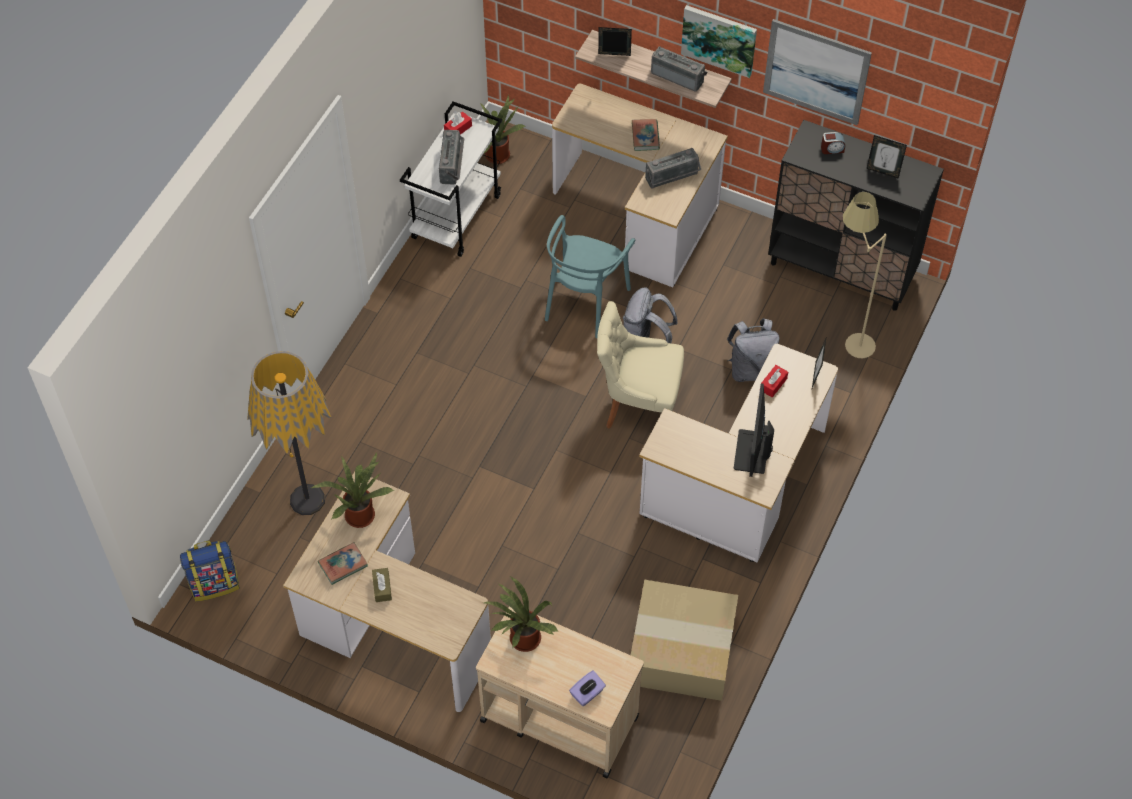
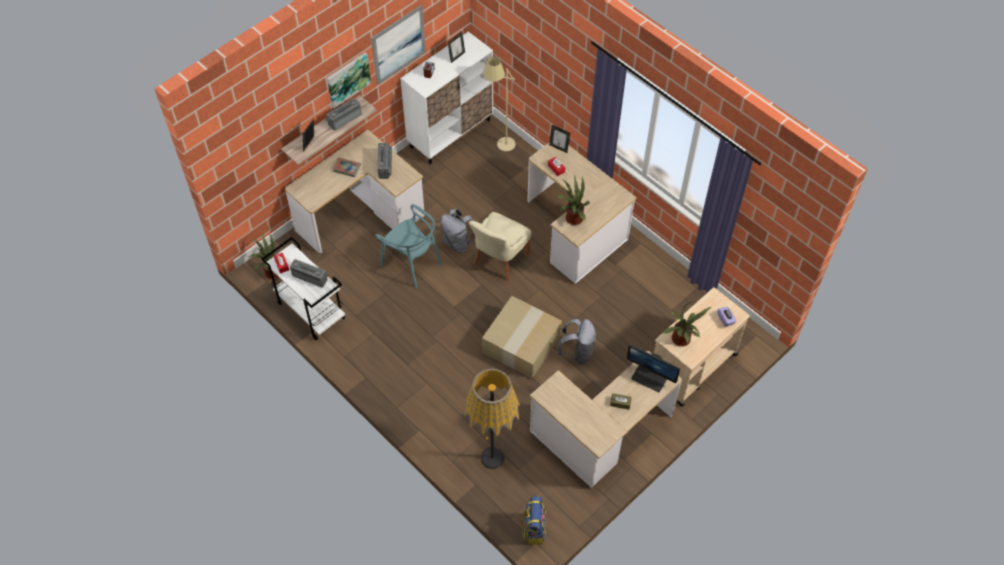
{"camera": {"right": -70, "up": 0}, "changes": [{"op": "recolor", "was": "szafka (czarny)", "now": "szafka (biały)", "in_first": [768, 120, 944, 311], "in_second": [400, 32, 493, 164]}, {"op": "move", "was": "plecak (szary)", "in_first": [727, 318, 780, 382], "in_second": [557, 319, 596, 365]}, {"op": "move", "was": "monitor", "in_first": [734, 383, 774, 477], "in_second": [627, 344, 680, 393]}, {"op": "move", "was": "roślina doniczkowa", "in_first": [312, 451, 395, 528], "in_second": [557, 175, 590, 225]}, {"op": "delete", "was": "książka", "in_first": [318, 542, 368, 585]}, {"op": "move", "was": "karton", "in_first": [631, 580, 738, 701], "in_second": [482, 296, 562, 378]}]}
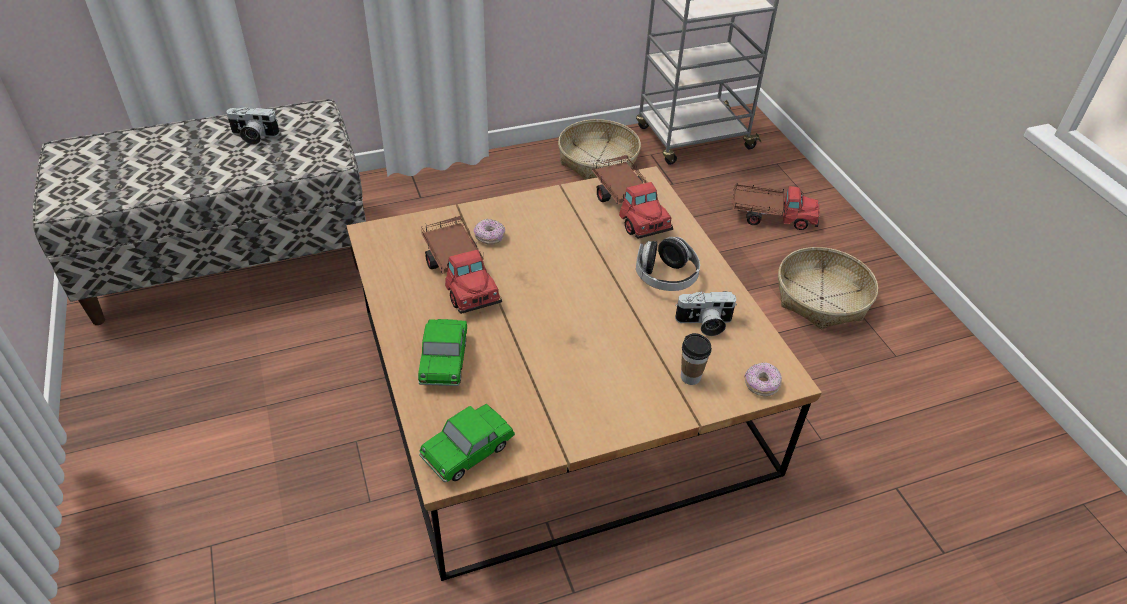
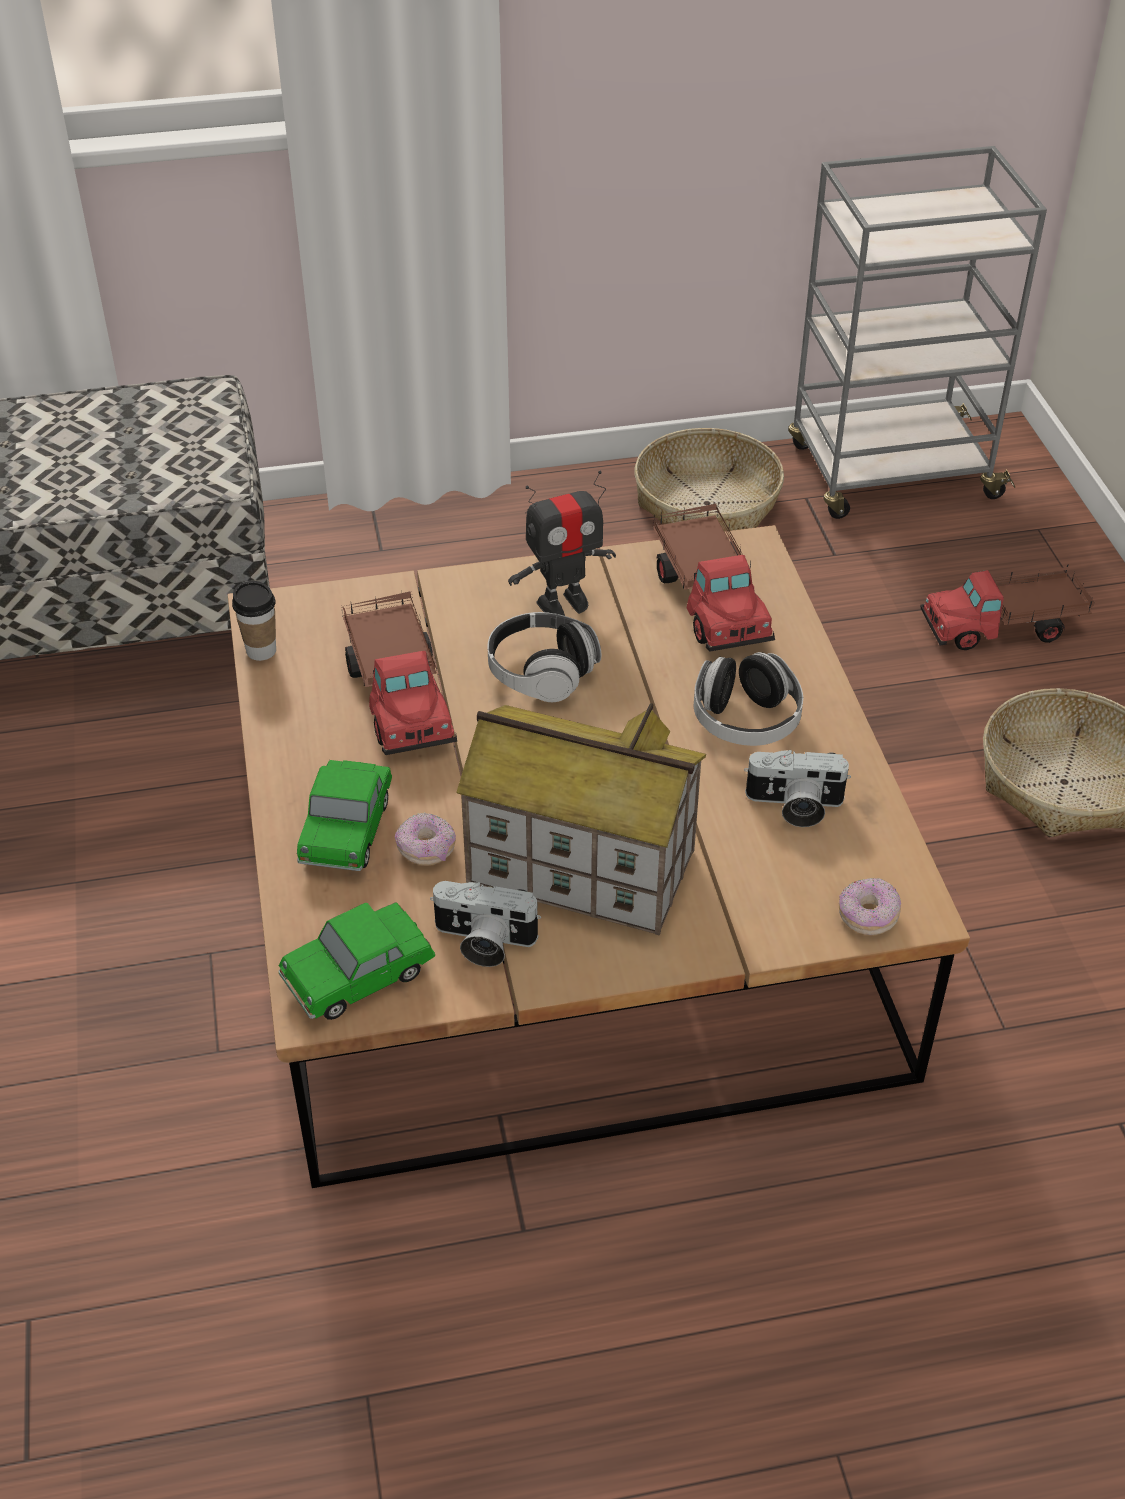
{"camera": {"right": 10, "up": 0}, "changes": [{"op": "move", "was": "aparat fotograficzny", "in_first": [226, 107, 280, 145], "in_second": [430, 881, 541, 967]}, {"op": "rotate", "was": "ciężarówka zabawkowa", "in_first": [732, 183, 820, 230], "in_second": [920, 565, 1095, 650], "clockwise": 150}, {"op": "move", "was": "donut", "in_first": [474, 219, 505, 245], "in_second": [395, 812, 456, 866]}, {"op": "move", "was": "filiżanka", "in_first": [681, 333, 712, 385], "in_second": [232, 581, 276, 661]}, {"op": "insert", "now": "robot zabawkowy", "in_second": [508, 470, 616, 616]}, {"op": "insert", "now": "słuchawki", "in_second": [487, 612, 602, 702]}, {"op": "insert", "now": "domek", "in_second": [456, 703, 706, 936]}]}
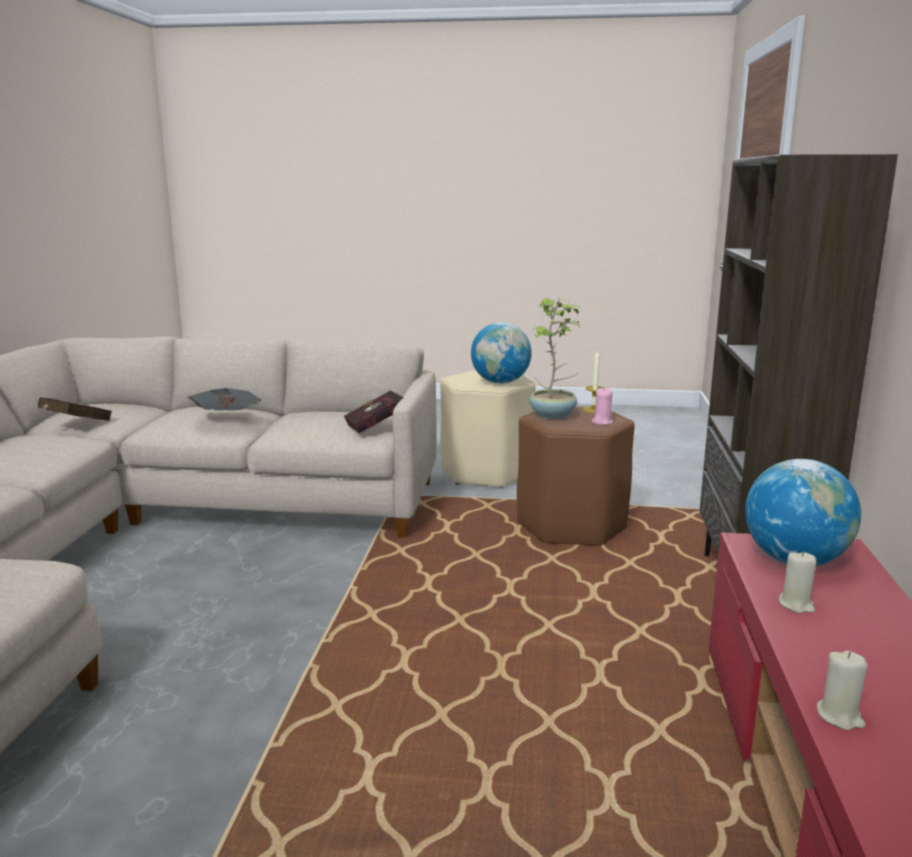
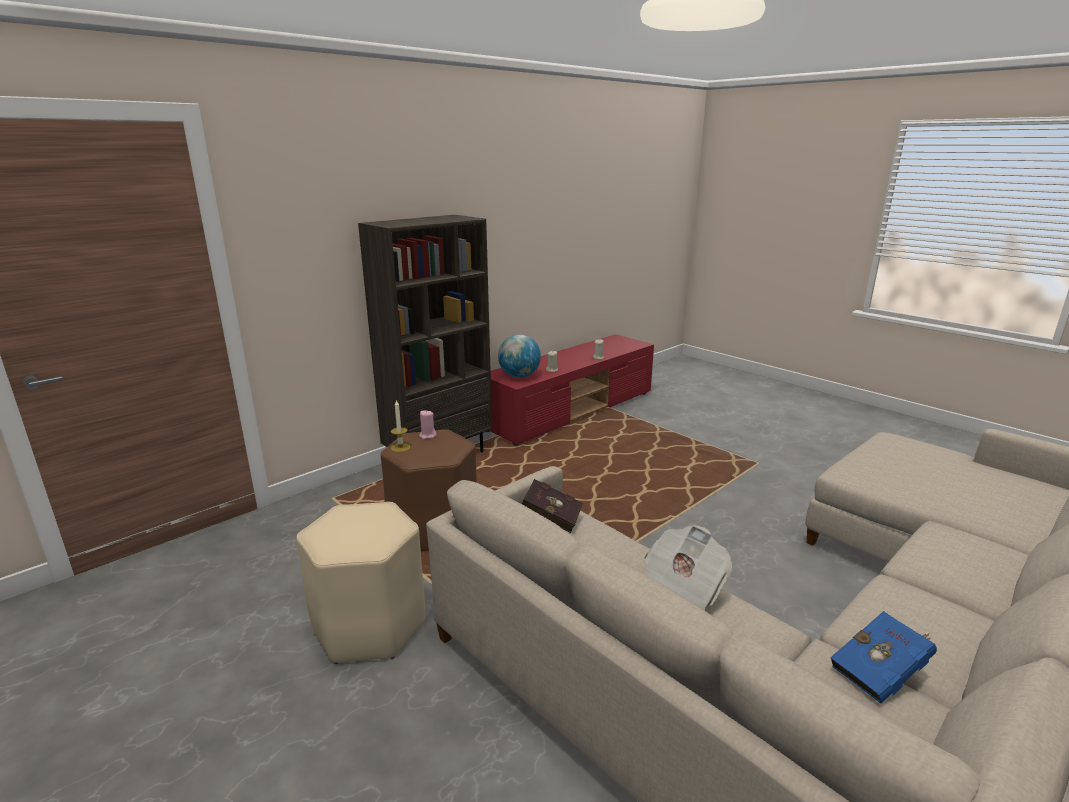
{"camera": {"right": -140, "up": 5}, "changes": [{"op": "delete", "was": "roślina doniczkowa", "in_first": [530, 298, 582, 419]}, {"op": "delete", "was": "globus", "in_first": [471, 322, 532, 384]}, {"op": "recolor", "was": "książka (czerwony)", "now": "książka (niebieski)", "in_first": [38, 397, 112, 421], "in_second": [830, 611, 937, 703]}]}
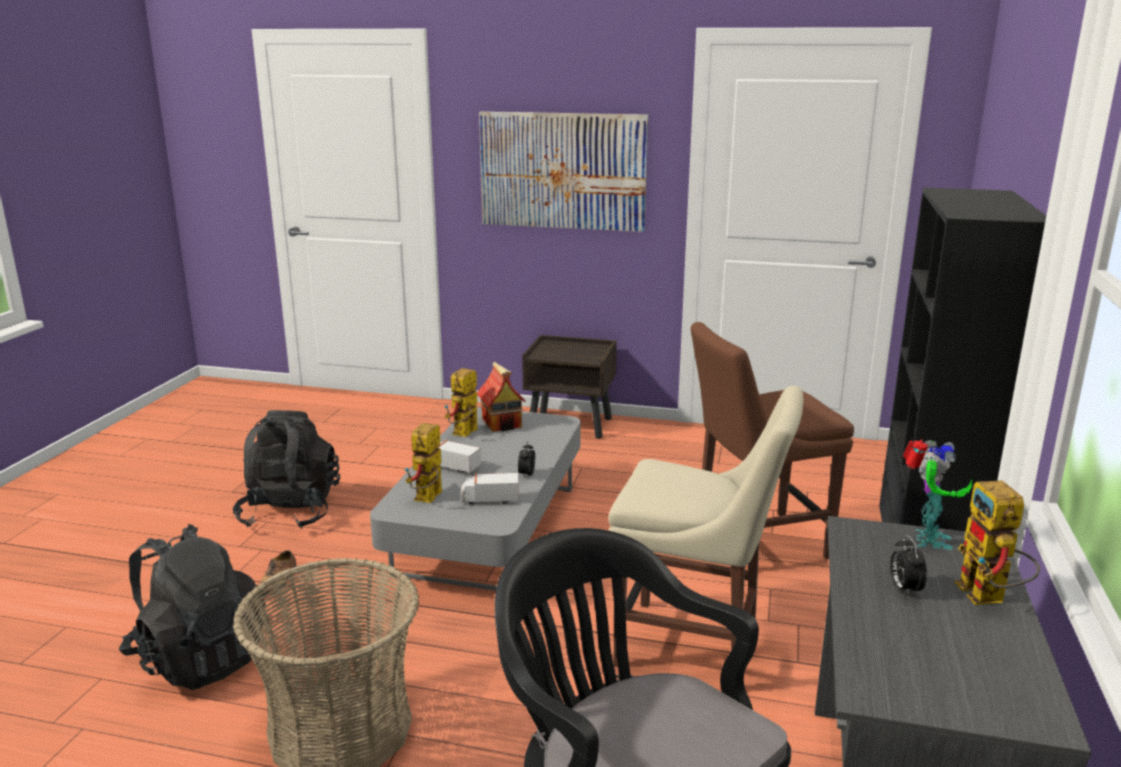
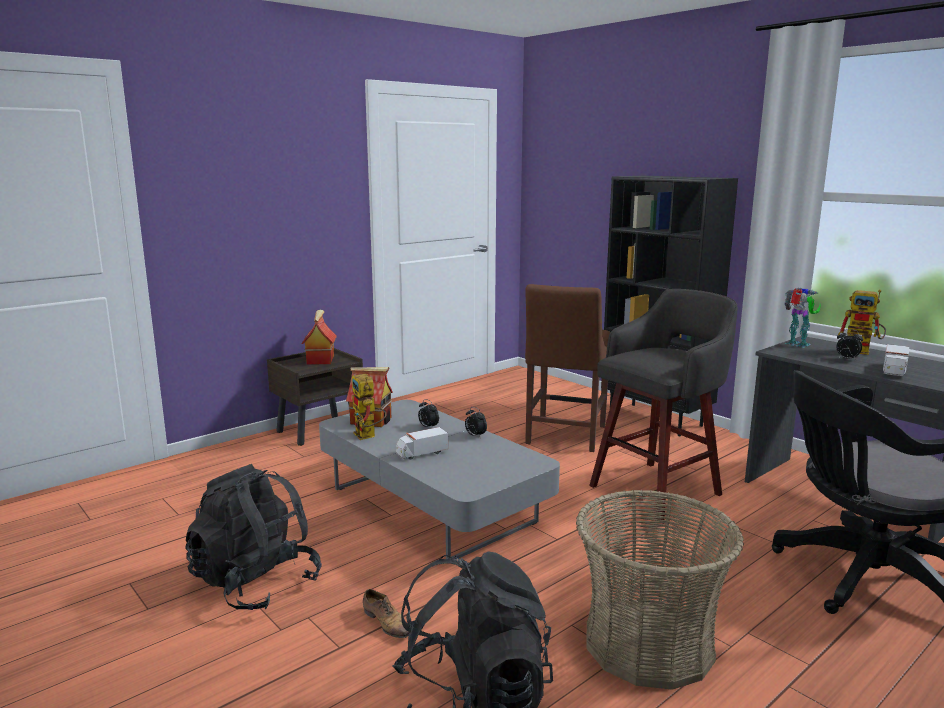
{"camera": {"right": -55, "up": -5}, "changes": [{"op": "delete", "was": "obraz", "in_first": [479, 111, 648, 232]}, {"op": "replace", "was": "krzesło (beżowy)", "now": "stołek (szary)", "in_first": [609, 386, 804, 667], "in_second": [589, 289, 738, 520]}, {"op": "delete", "was": "robot zabawkowy", "in_first": [405, 423, 442, 503]}, {"op": "move", "was": "ciężarówka zabawkowa", "in_first": [461, 473, 519, 505], "in_second": [883, 344, 909, 376]}, {"op": "insert", "now": "domek", "in_second": [301, 309, 337, 365]}, {"op": "insert", "now": "budzik", "in_second": [418, 399, 439, 428]}]}
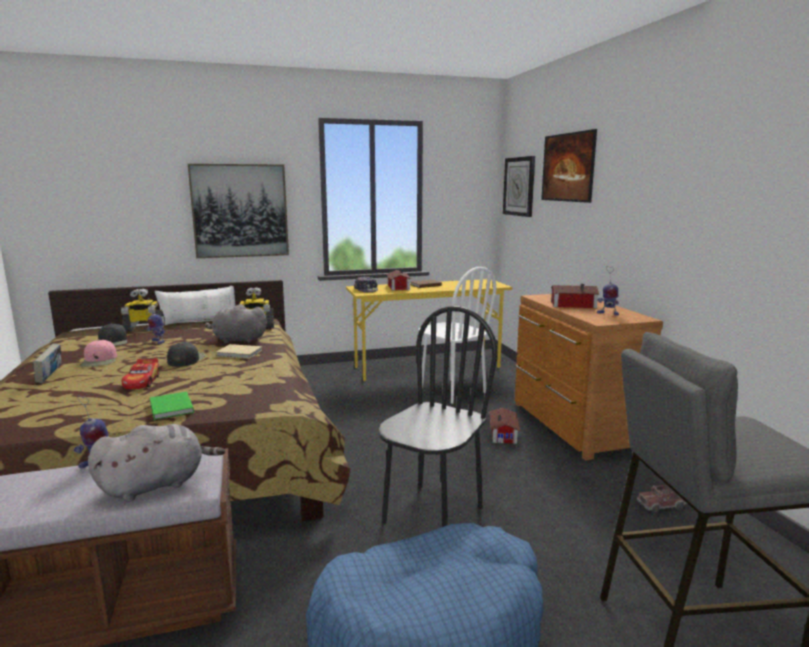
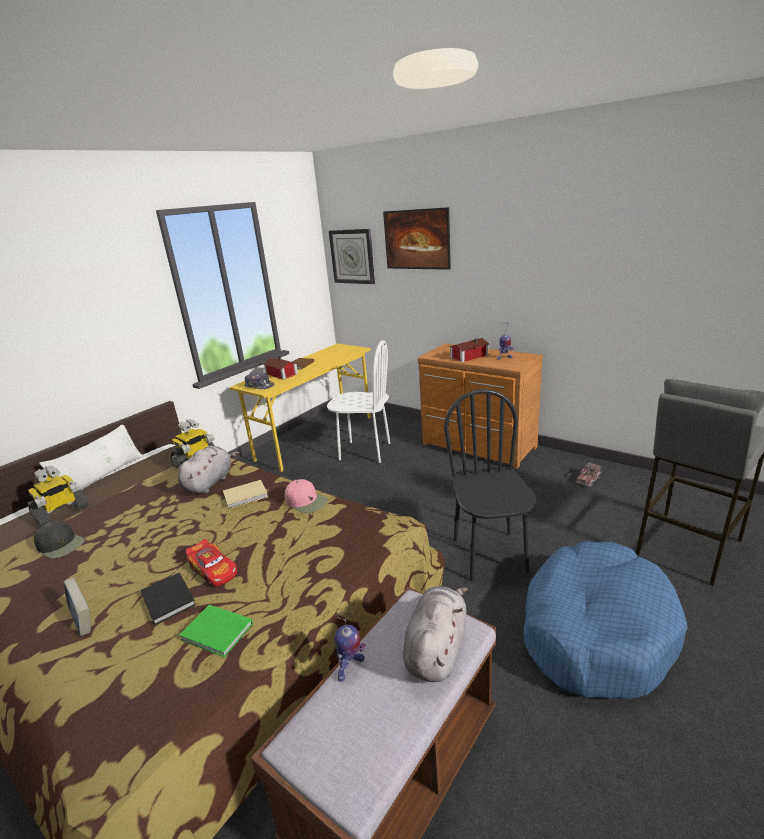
{"camera": {"right": -35, "up": 10}, "changes": [{"op": "delete", "was": "obraz", "in_first": [188, 164, 289, 258]}, {"op": "delete", "was": "robot zabawkowy", "in_first": [147, 299, 165, 344]}, {"op": "rotate", "was": "pluszak (szary)", "in_first": [205, 304, 267, 343], "in_second": [178, 446, 240, 493], "clockwise": 150}, {"op": "move", "was": "czapka z daszkiem (różowy)", "in_first": [80, 340, 117, 367], "in_second": [285, 479, 328, 513]}, {"op": "delete", "was": "czapka z daszkiem (czarny)", "in_first": [167, 342, 206, 367]}, {"op": "move", "was": "książka (zielony)", "in_first": [150, 392, 194, 420], "in_second": [179, 605, 253, 658]}, {"op": "delete", "was": "domek", "in_first": [489, 408, 520, 444]}, {"op": "insert", "now": "książka (czarny)", "in_second": [141, 573, 196, 625]}]}
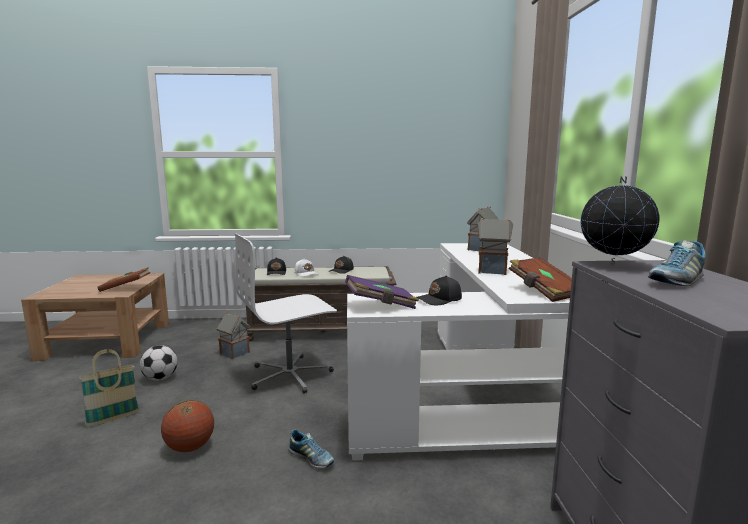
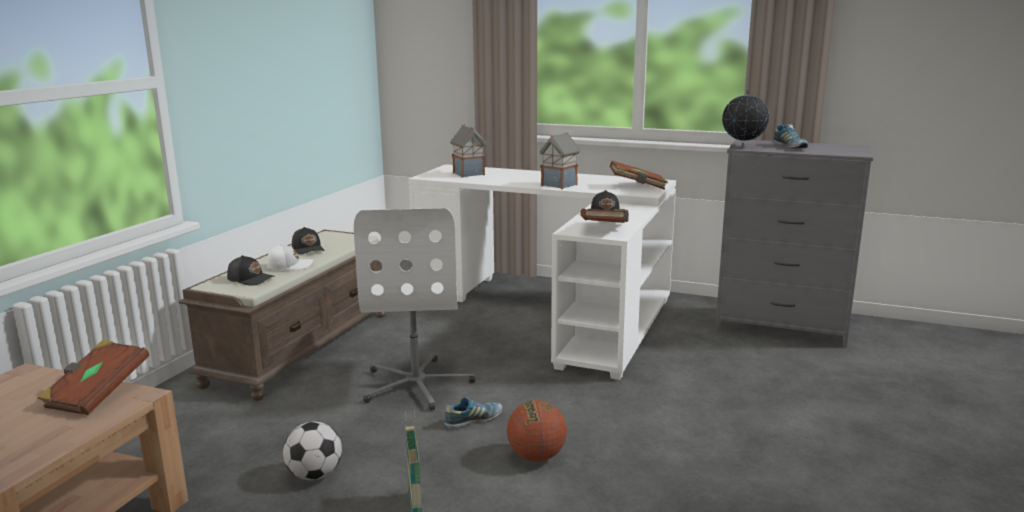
{"camera": {"right": -65, "up": 5}, "changes": [{"op": "recolor", "was": "książka (fioletowy)", "now": "książka (brązowy)", "in_first": [345, 275, 419, 309], "in_second": [580, 209, 629, 223]}, {"op": "delete", "was": "domek", "in_first": [216, 312, 250, 360]}, {"op": "move", "was": "but", "in_first": [288, 429, 334, 468], "in_second": [444, 397, 503, 428]}]}
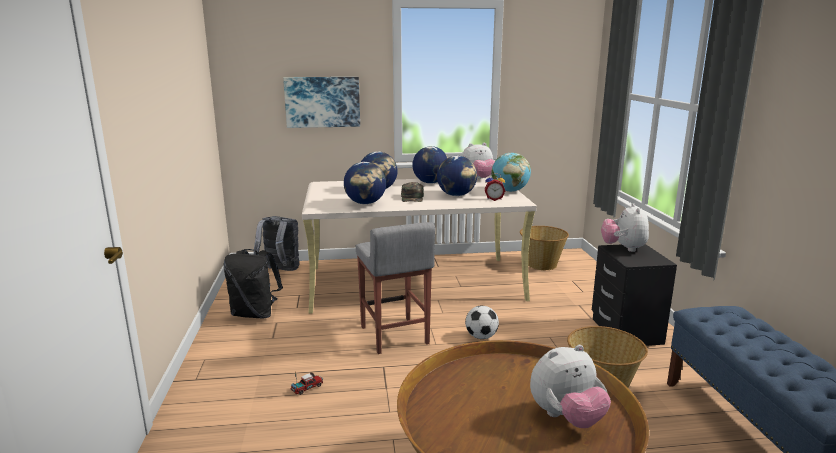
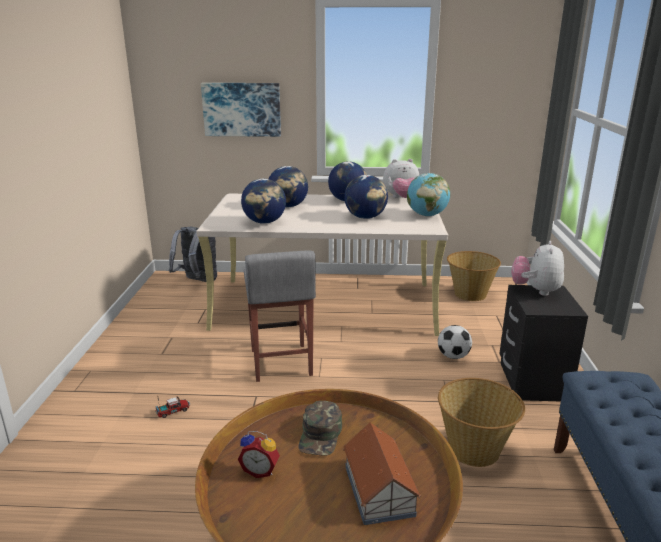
{"camera": {"right": 10, "up": 5}, "changes": [{"op": "move", "was": "budzik", "in_first": [485, 173, 505, 201], "in_second": [238, 431, 280, 478]}, {"op": "move", "was": "czapka z daszkiem (zielony)", "in_first": [401, 182, 424, 202], "in_second": [298, 401, 342, 455]}, {"op": "delete", "was": "plecak (czarny)", "in_first": [224, 249, 283, 318]}, {"op": "move", "was": "piłka futbolowa", "in_first": [465, 306, 499, 339], "in_second": [438, 325, 472, 359]}, {"op": "replace", "was": "pluszak", "now": "domek", "in_first": [530, 345, 611, 428], "in_second": [343, 423, 421, 525]}]}
